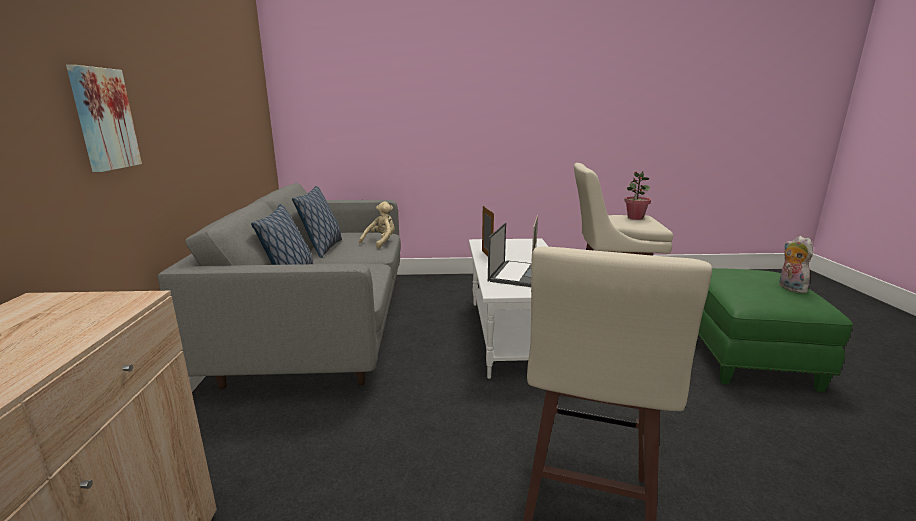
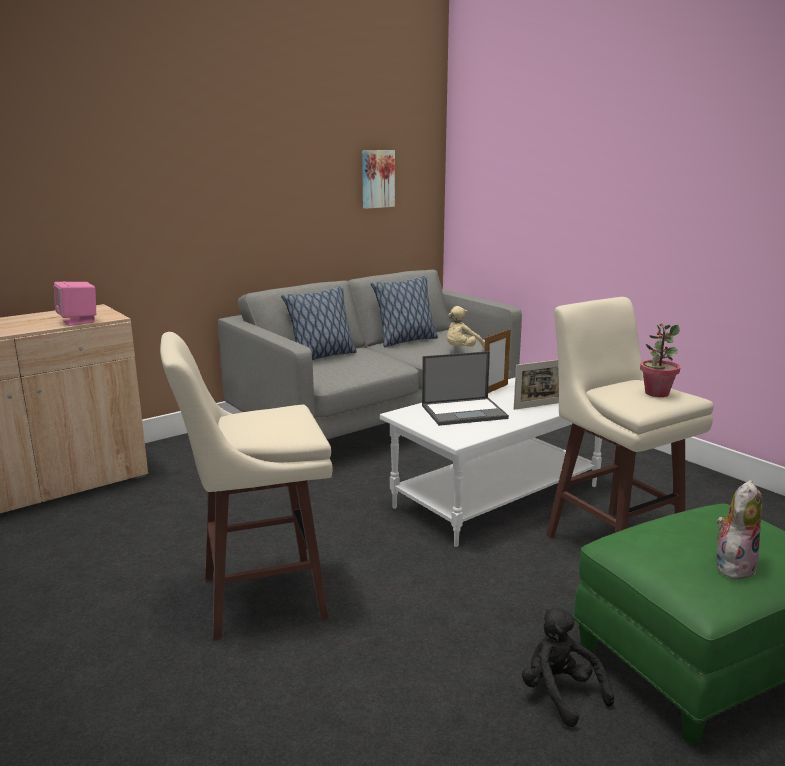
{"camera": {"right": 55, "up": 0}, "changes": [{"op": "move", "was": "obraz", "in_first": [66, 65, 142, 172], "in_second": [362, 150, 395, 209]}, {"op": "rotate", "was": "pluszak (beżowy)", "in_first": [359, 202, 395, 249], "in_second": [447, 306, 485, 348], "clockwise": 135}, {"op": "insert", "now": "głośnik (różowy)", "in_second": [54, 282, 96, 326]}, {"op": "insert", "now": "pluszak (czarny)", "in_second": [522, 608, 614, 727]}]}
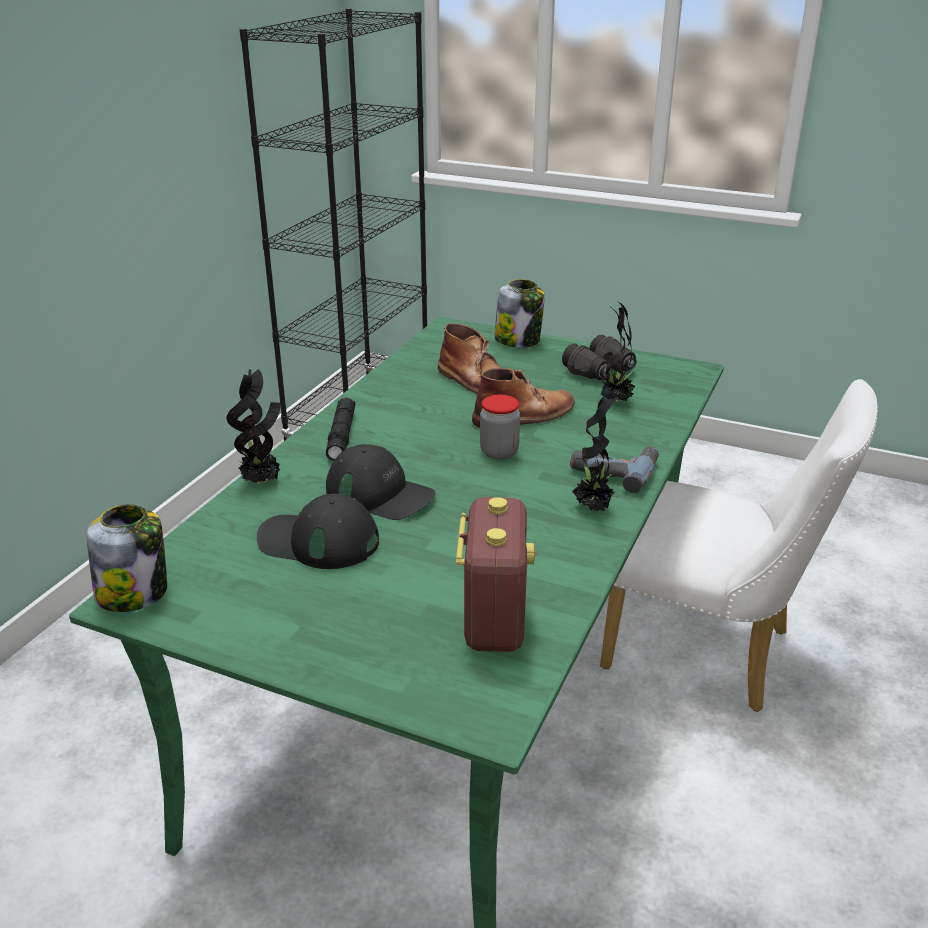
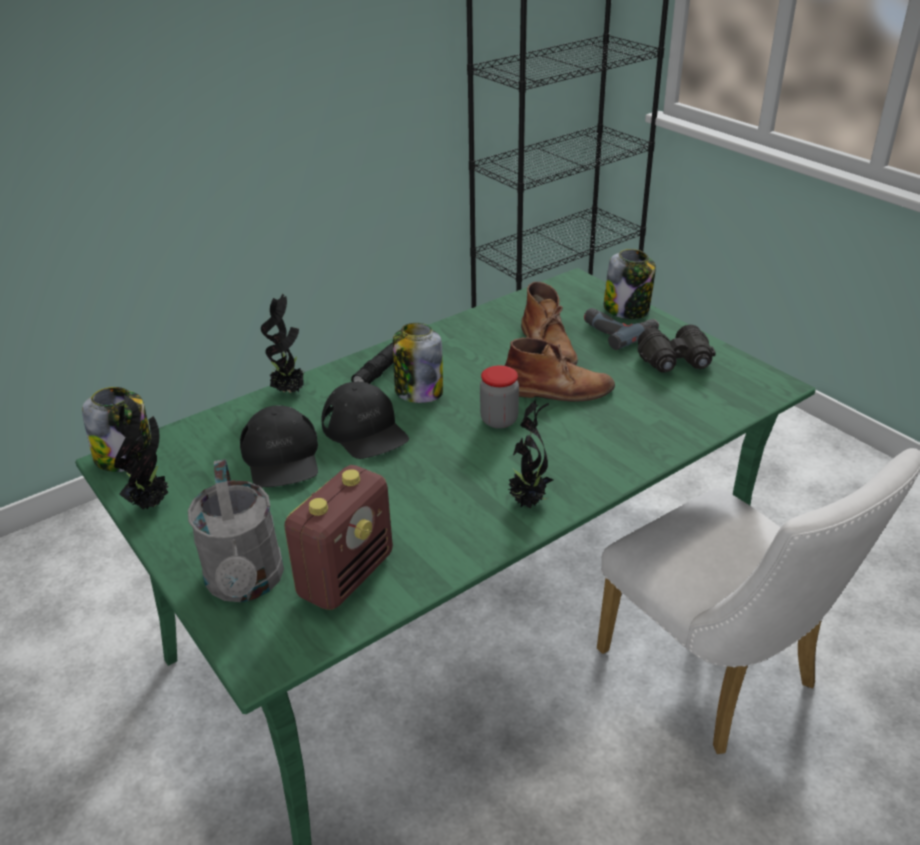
{"camera": {"right": 30, "up": 5}, "changes": [{"op": "move", "was": "roślina doniczkowa", "in_first": [598, 301, 635, 402], "in_second": [111, 395, 170, 510]}, {"op": "move", "was": "wiertarka", "in_first": [570, 446, 659, 493], "in_second": [584, 308, 659, 350]}, {"op": "rotate", "was": "czapka z daszkiem (czarny)", "in_first": [257, 494, 379, 569], "in_second": [240, 405, 318, 487], "clockwise": -150}, {"op": "insert", "now": "słoik", "in_second": [393, 323, 443, 403]}, {"op": "insert", "now": "konewka (szary)", "in_second": [188, 459, 284, 602]}]}
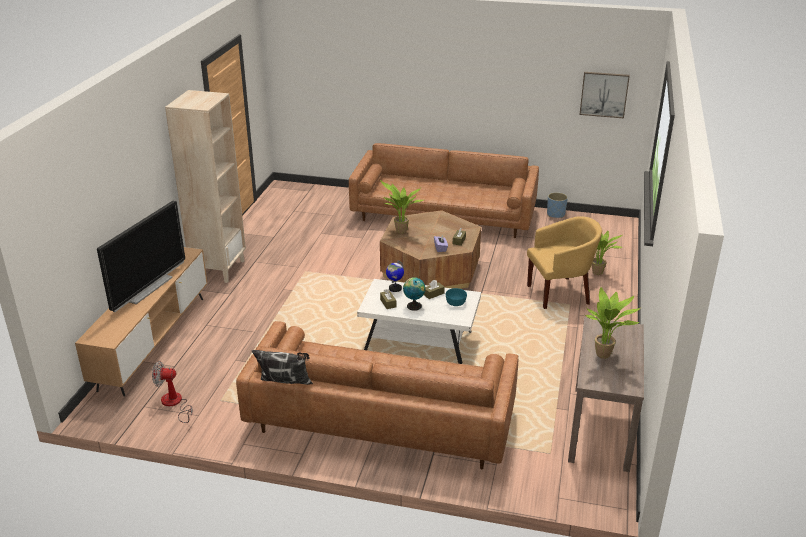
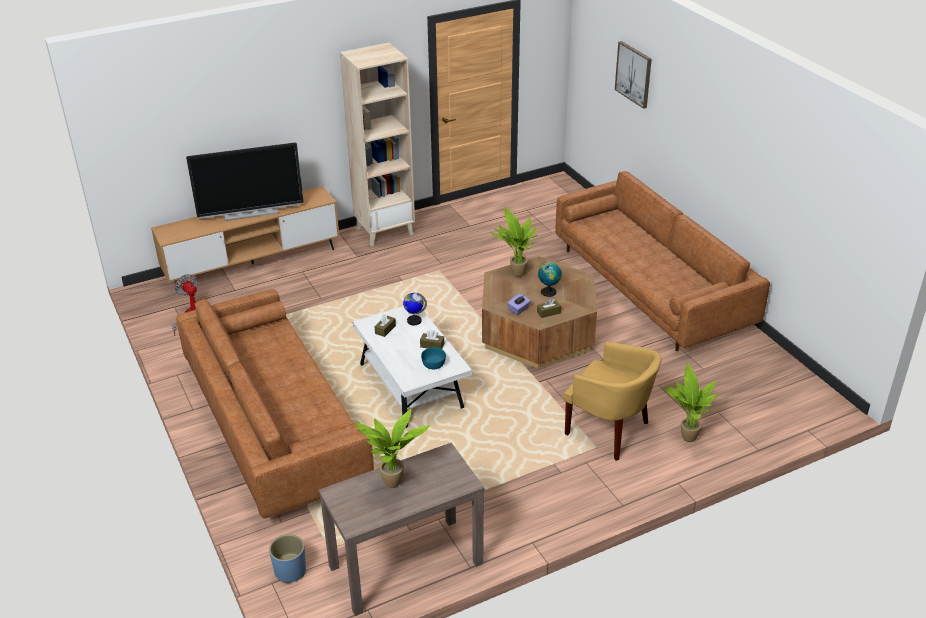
{"camera": {"right": 50, "up": 5}, "changes": [{"op": "move", "was": "obraz", "in_first": [579, 72, 630, 118], "in_second": [615, 41, 652, 109]}, {"op": "move", "was": "donica (niebieski)", "in_first": [547, 192, 568, 218], "in_second": [269, 534, 306, 583]}, {"op": "move", "was": "globus", "in_first": [403, 277, 425, 311], "in_second": [538, 262, 562, 297]}, {"op": "delete", "was": "poduszka", "in_first": [252, 350, 313, 385]}]}
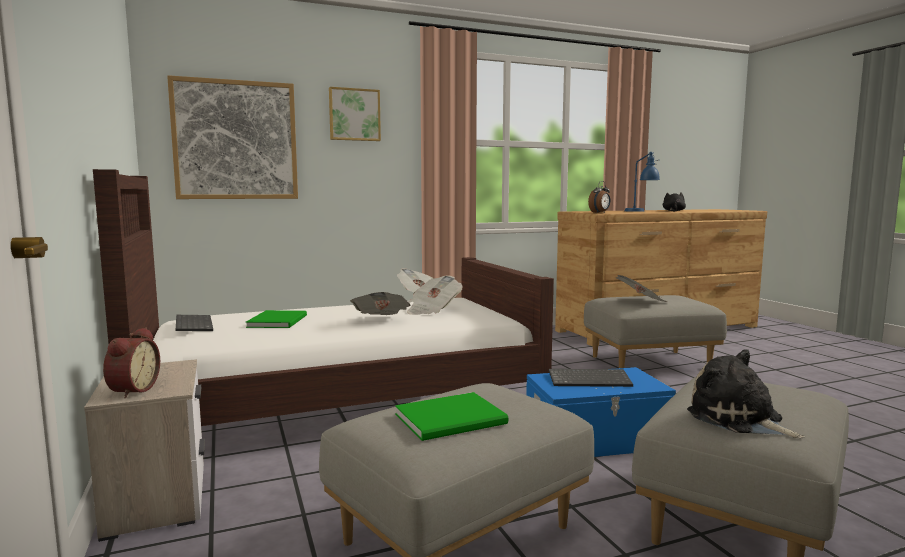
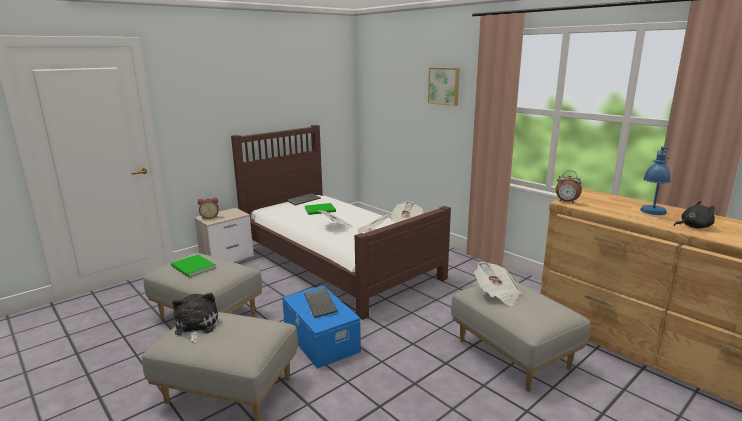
{"camera": {"right": 70, "up": 10}, "changes": [{"op": "delete", "was": "obraz", "in_first": [167, 75, 298, 199]}, {"op": "rotate", "was": "pluszak", "in_first": [687, 349, 805, 438], "in_second": [172, 293, 218, 344], "clockwise": -45}]}
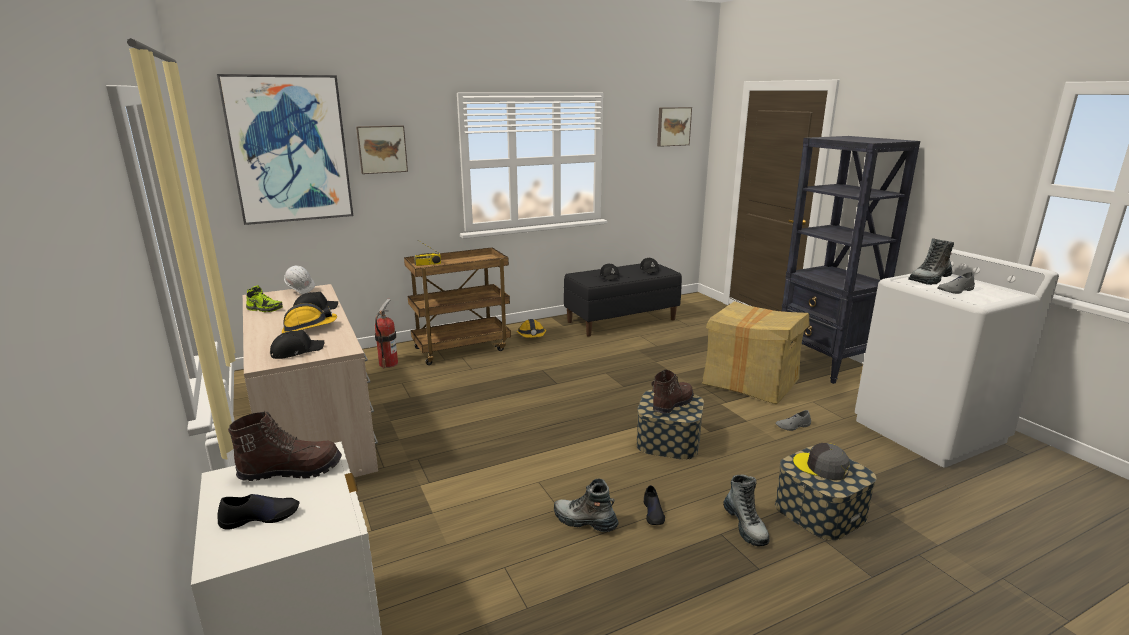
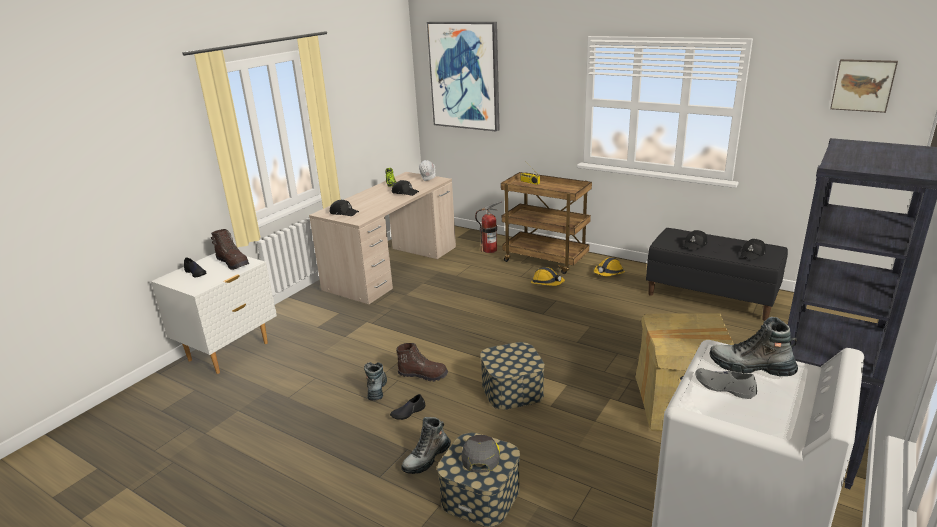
{"camera": {"right": 60, "up": 5}, "changes": [{"op": "delete", "was": "obraz", "in_first": [356, 125, 408, 174]}, {"op": "move", "was": "kask", "in_first": [282, 303, 337, 333], "in_second": [531, 267, 565, 286]}, {"op": "move", "was": "but z cholewką (brązowy)", "in_first": [651, 369, 694, 414], "in_second": [396, 343, 448, 382]}, {"op": "delete", "was": "but (szary)", "in_first": [775, 410, 811, 431]}]}
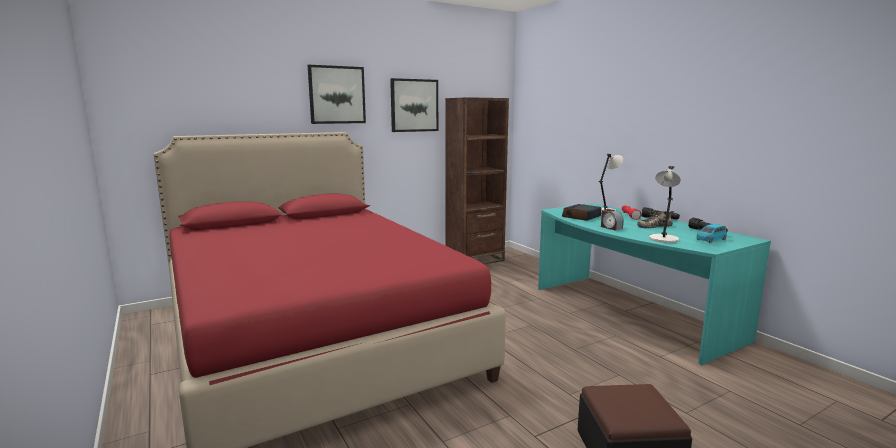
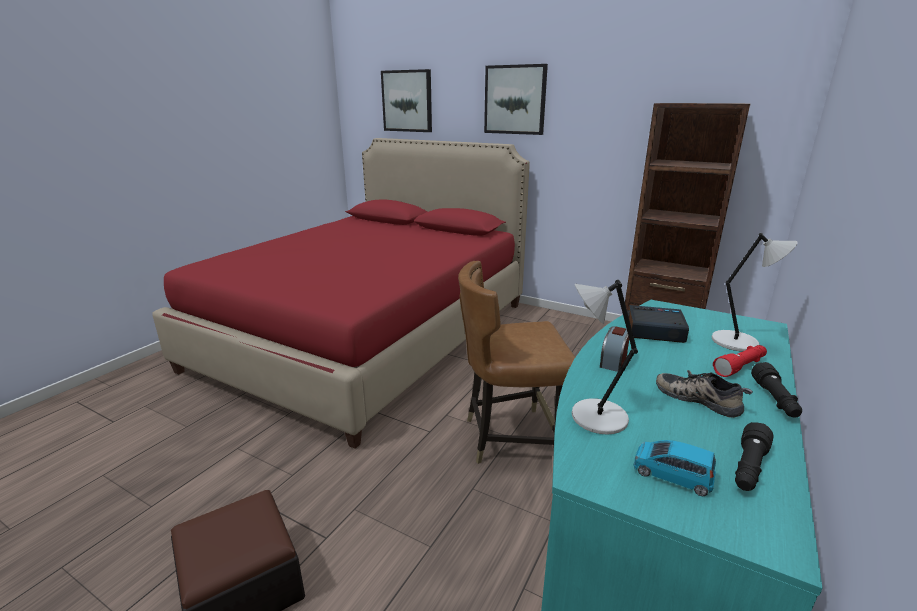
{"camera": {"right": 60, "up": 10}, "changes": [{"op": "move", "was": "obraz", "in_first": [390, 78, 438, 132], "in_second": [381, 69, 432, 132]}, {"op": "insert", "now": "krzesło (brązowy)", "in_second": [458, 261, 575, 464]}]}
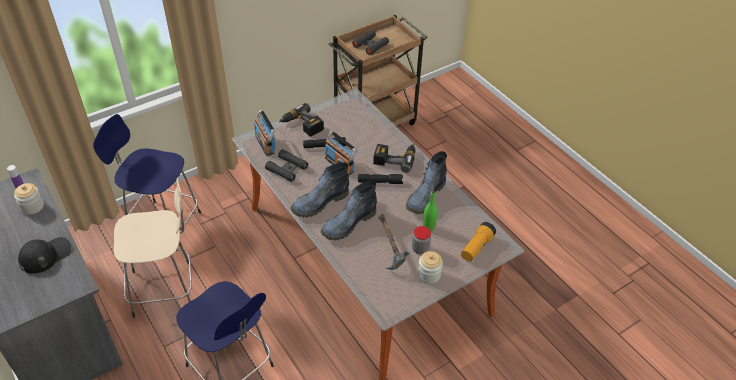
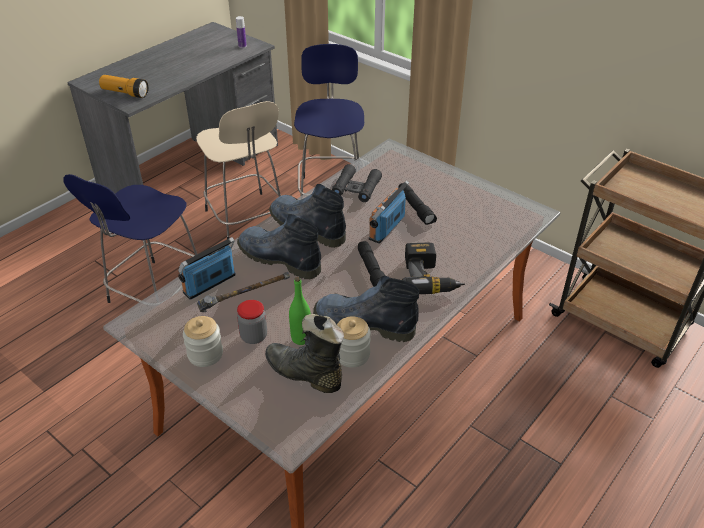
{"camera": {"right": 75, "up": -5}, "changes": [{"op": "delete", "was": "lornetka (czarny)", "in_first": [352, 30, 389, 55]}, {"op": "delete", "was": "wiertarka", "in_first": [279, 103, 324, 137]}, {"op": "move", "was": "radio", "in_first": [254, 110, 275, 156], "in_second": [178, 237, 236, 300]}, {"op": "move", "was": "słoik", "in_first": [14, 183, 44, 215], "in_second": [337, 316, 371, 368]}, {"op": "move", "was": "latarka", "in_first": [461, 222, 496, 262], "in_second": [99, 75, 149, 98]}, {"op": "delete", "was": "czapka z daszkiem (czarny)", "in_first": [18, 237, 71, 273]}, {"op": "insert", "now": "but z cholewką (czarny)", "in_second": [265, 314, 344, 393]}]}
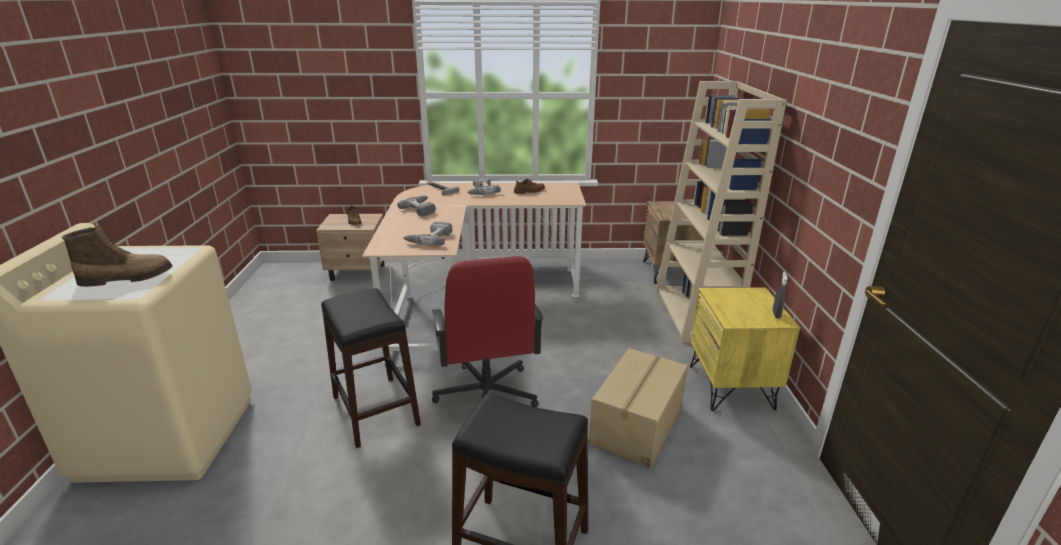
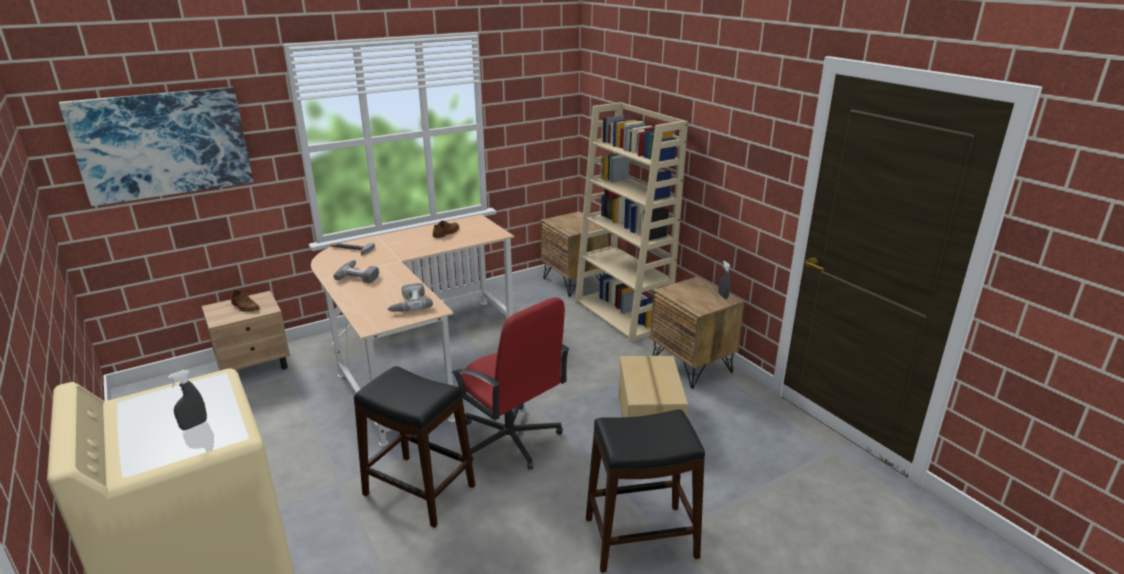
{"camera": {"right": -30, "up": 0}, "changes": [{"op": "delete", "was": "wiertarka", "in_first": [467, 177, 501, 195]}, {"op": "replace", "was": "but z cholewką", "now": "spryskiwacz (szary)", "in_first": [62, 226, 172, 287], "in_second": [167, 370, 207, 430]}, {"op": "recolor", "was": "szafka nocna (żółty)", "now": "szafka nocna (brązowy)", "in_first": [690, 287, 800, 411], "in_second": [650, 277, 745, 388]}, {"op": "insert", "now": "obraz", "in_second": [59, 87, 253, 206]}]}
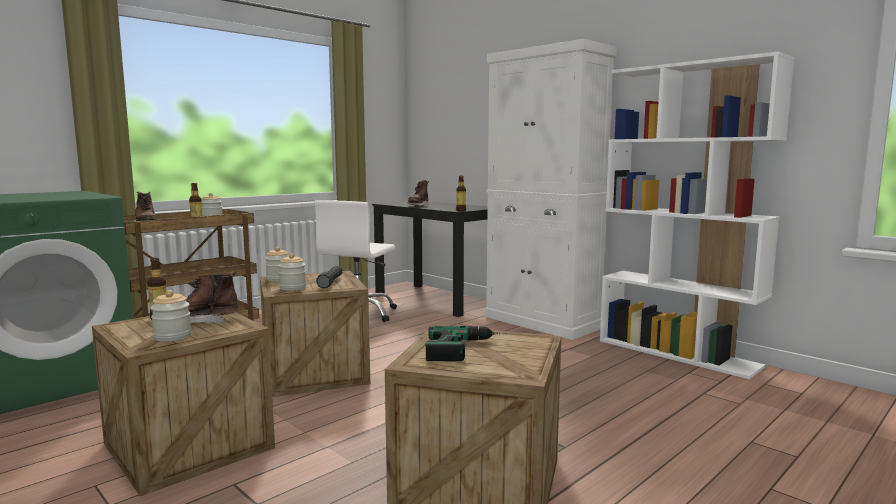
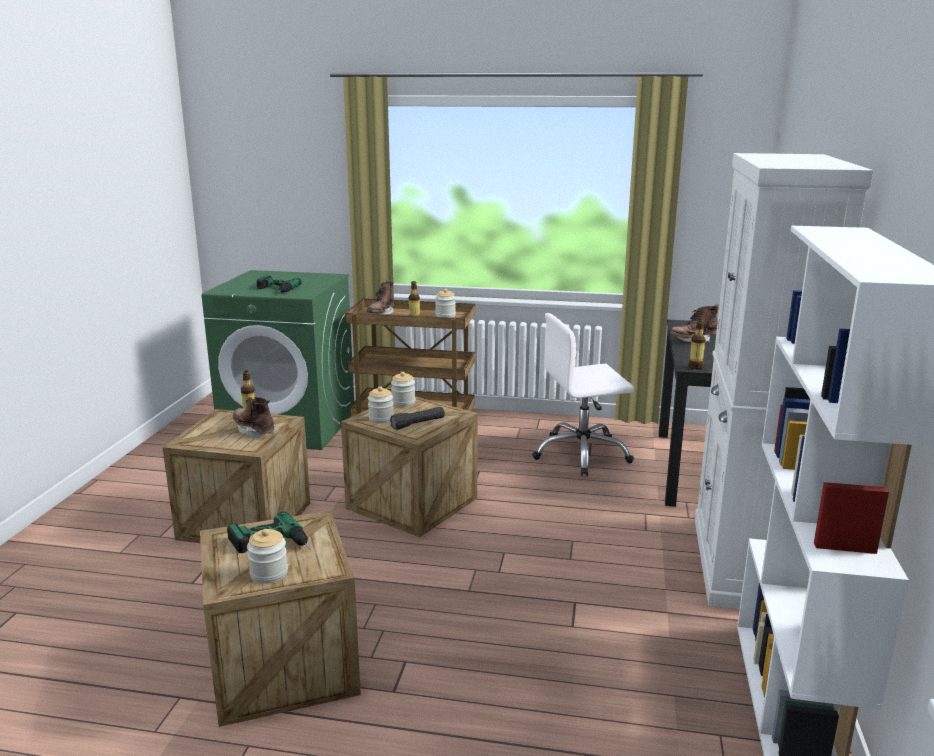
{"camera": {"right": 55, "up": 10}, "changes": [{"op": "move", "was": "słoik", "in_first": [151, 290, 192, 342], "in_second": [247, 529, 288, 584]}, {"op": "insert", "now": "wiertarka", "in_second": [257, 276, 301, 293]}]}
